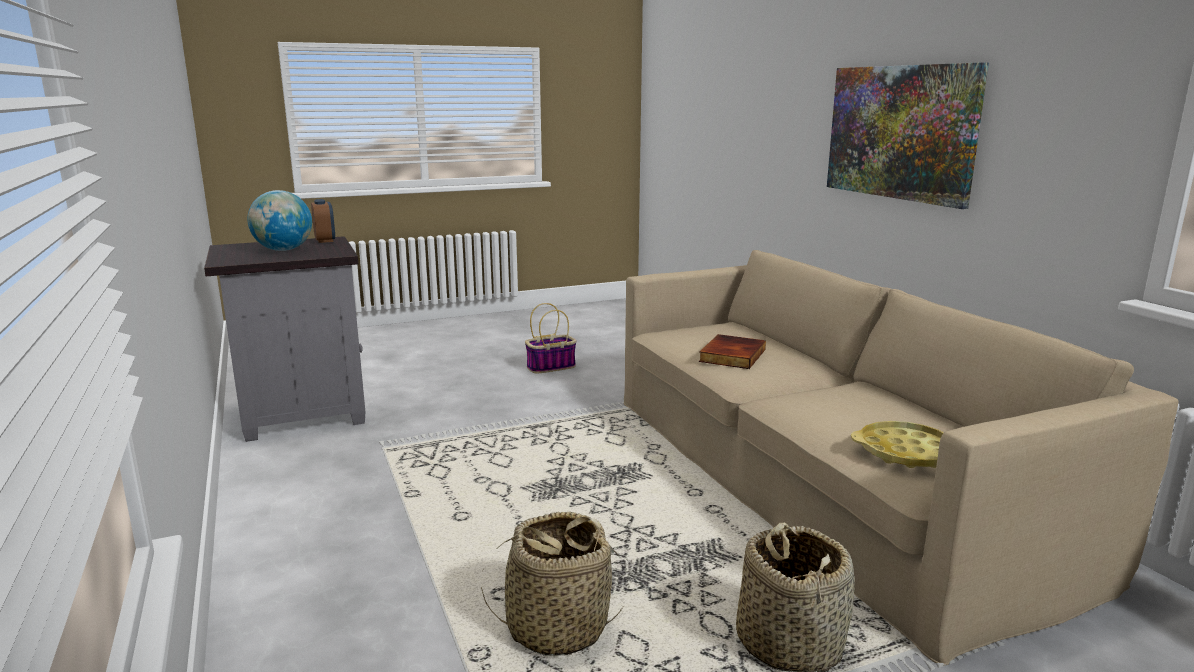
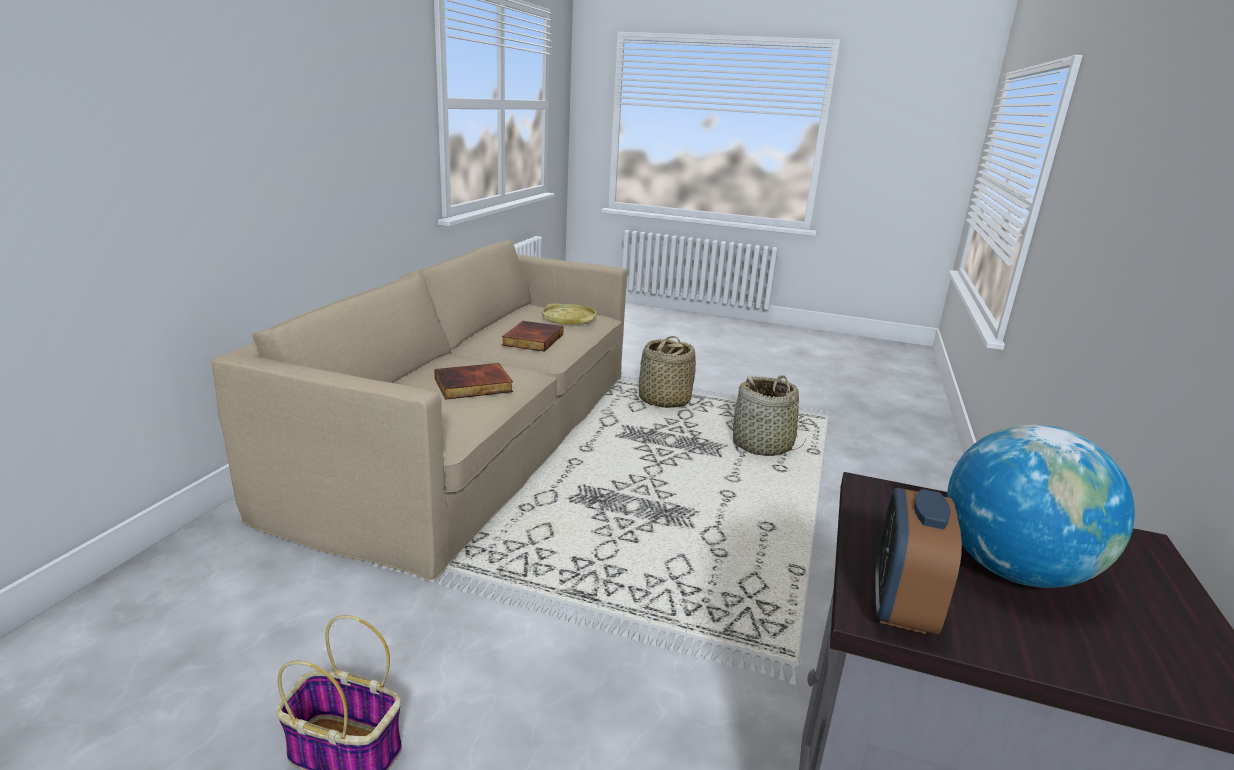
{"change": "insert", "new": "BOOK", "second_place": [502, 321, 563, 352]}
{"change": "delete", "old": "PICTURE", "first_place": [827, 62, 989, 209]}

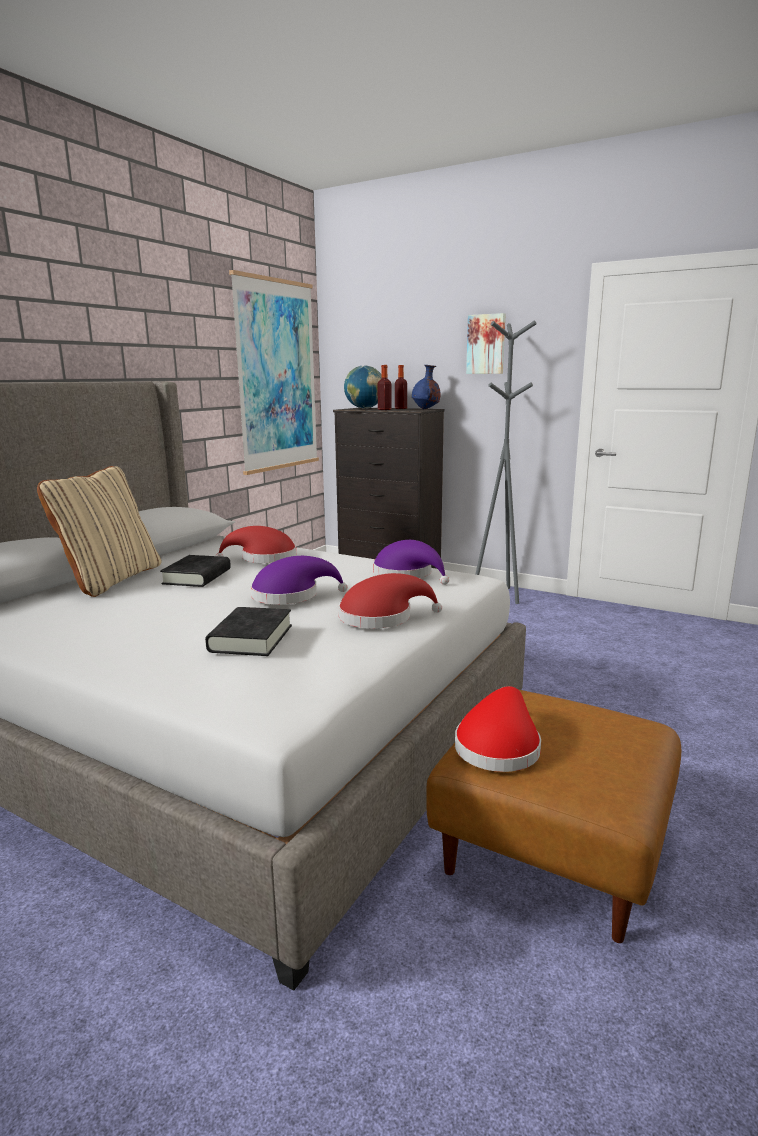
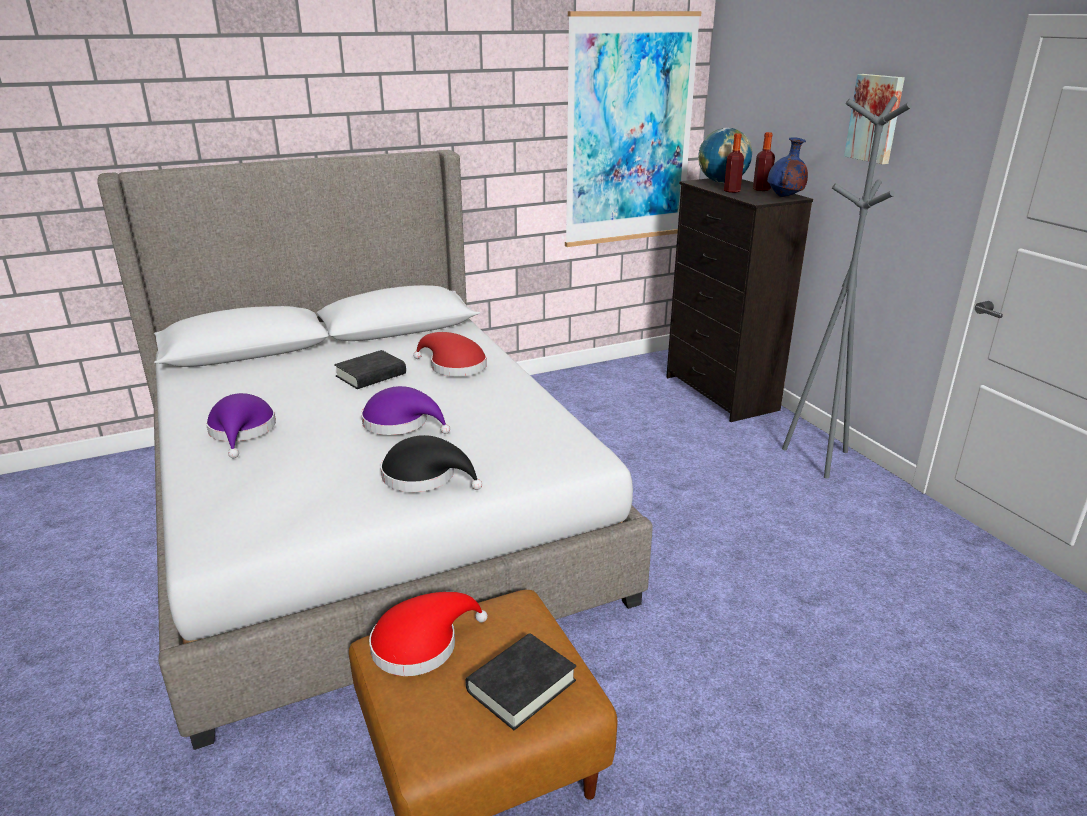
{"change": "move", "old": "PURPLE HAT", "first_place": [373, 540, 449, 585], "second_place": [206, 393, 276, 458]}
{"change": "recolor", "old": "RED HAT", "new": "BLACK HAT", "first_place": [338, 573, 442, 628], "second_place": [381, 435, 482, 492]}
{"change": "move", "old": "BLACK BOOK", "first_place": [205, 607, 292, 656], "second_place": [466, 633, 576, 730]}
{"change": "delete", "old": "BEIGE PILLOW", "first_place": [37, 466, 162, 597]}

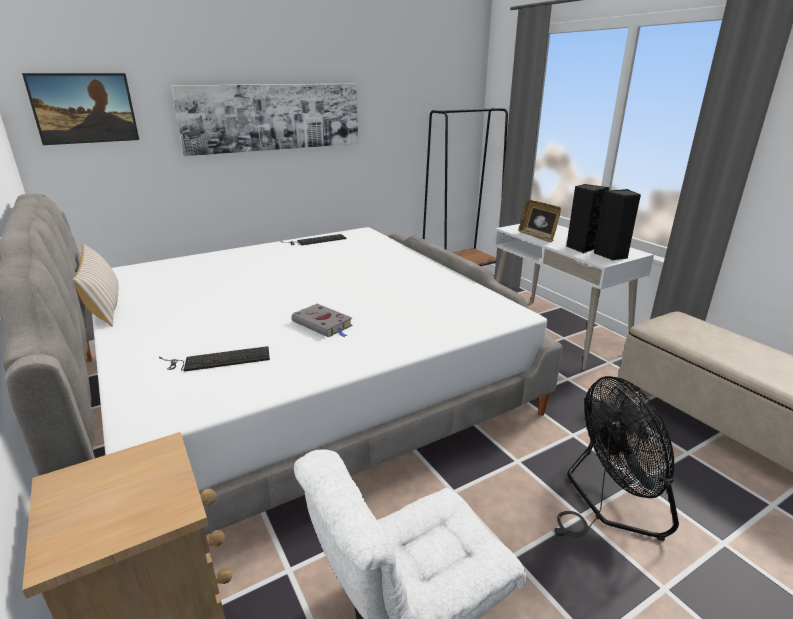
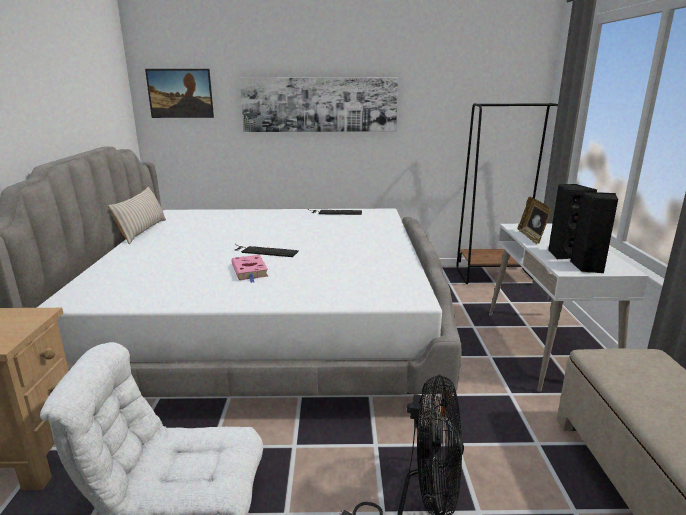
{"change": "recolor", "old": "GREY BOOK", "new": "PINK BOOK", "first_place": [291, 304, 353, 337], "second_place": [231, 255, 268, 283]}
{"change": "move", "old": "KEYBOARD", "first_place": [159, 346, 270, 372], "second_place": [235, 244, 299, 257]}

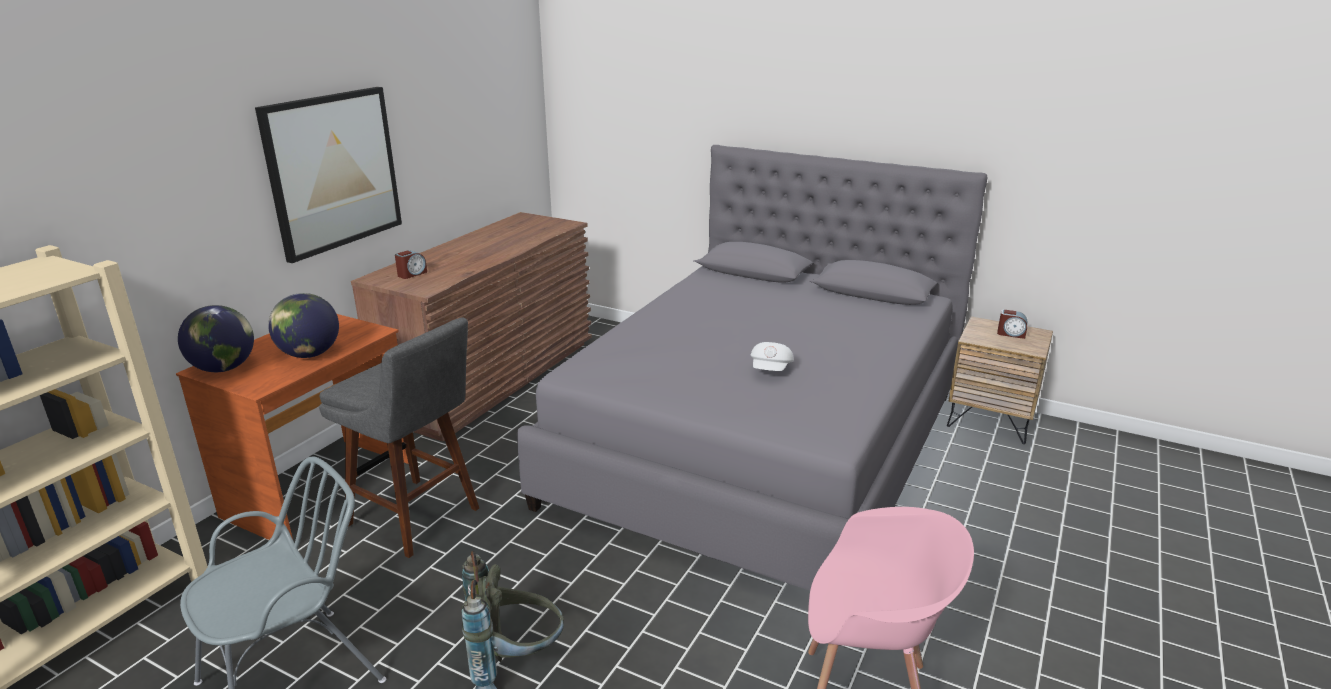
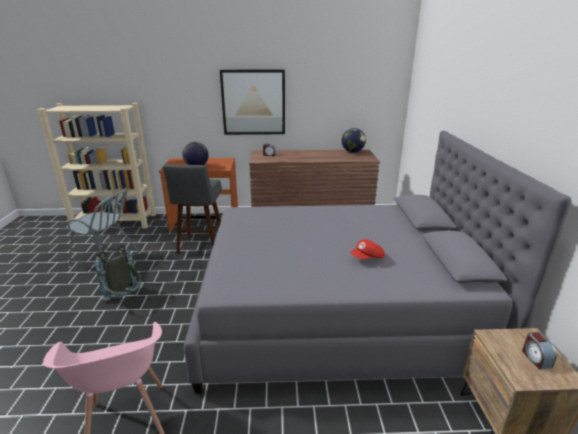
{"change": "move", "old": "GLOBE", "first_place": [178, 305, 254, 372], "second_place": [342, 128, 366, 153]}
{"change": "insert", "new": "RED CAP", "second_place": [350, 239, 385, 260]}
{"change": "delete", "old": "WHITE CAP", "first_place": [751, 342, 794, 371]}

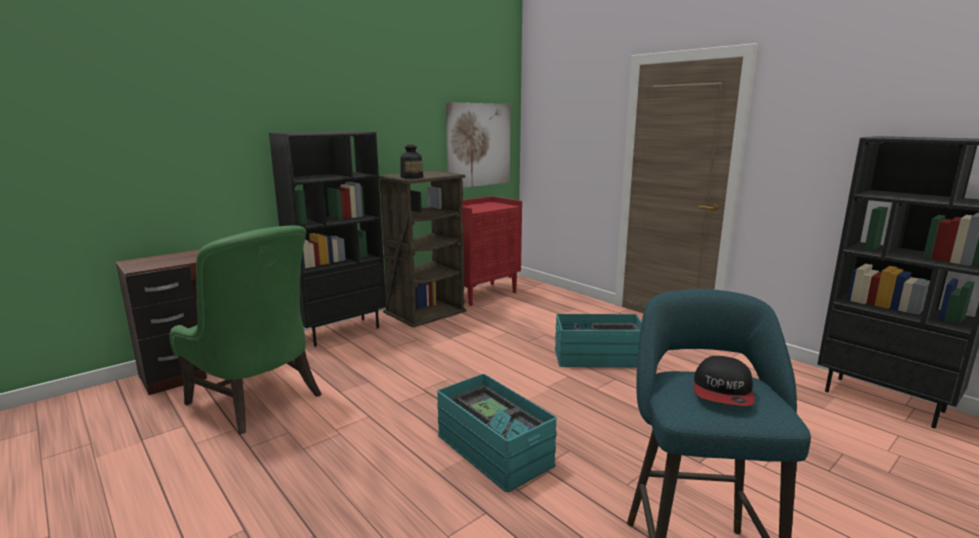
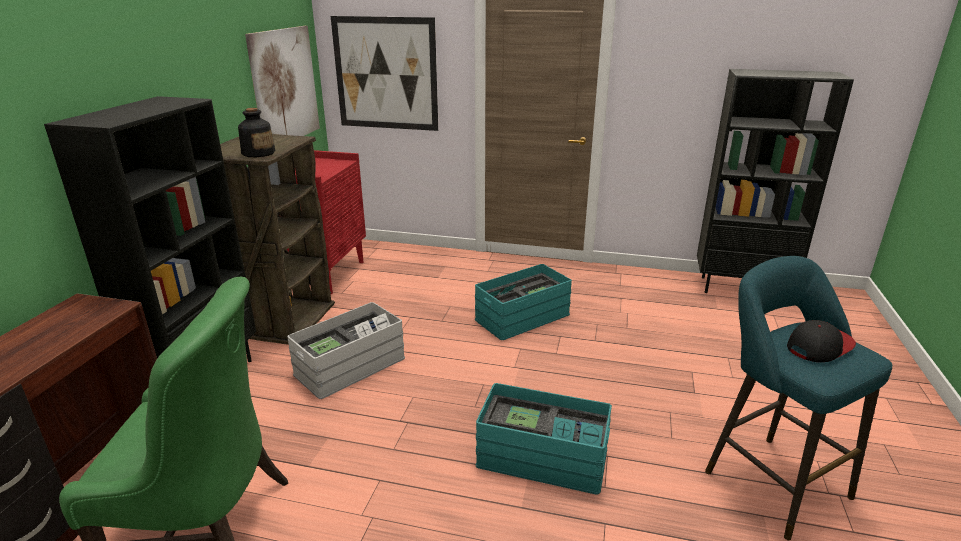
{"change": "insert", "new": "GREY STORAGE BOX", "second_place": [287, 302, 405, 399]}
{"change": "insert", "new": "PICTURE", "second_place": [331, 16, 438, 131]}
{"change": "rotate", "old": "CAP", "first_place": [694, 356, 755, 406], "second_place": [787, 320, 856, 362], "degrees": -105}

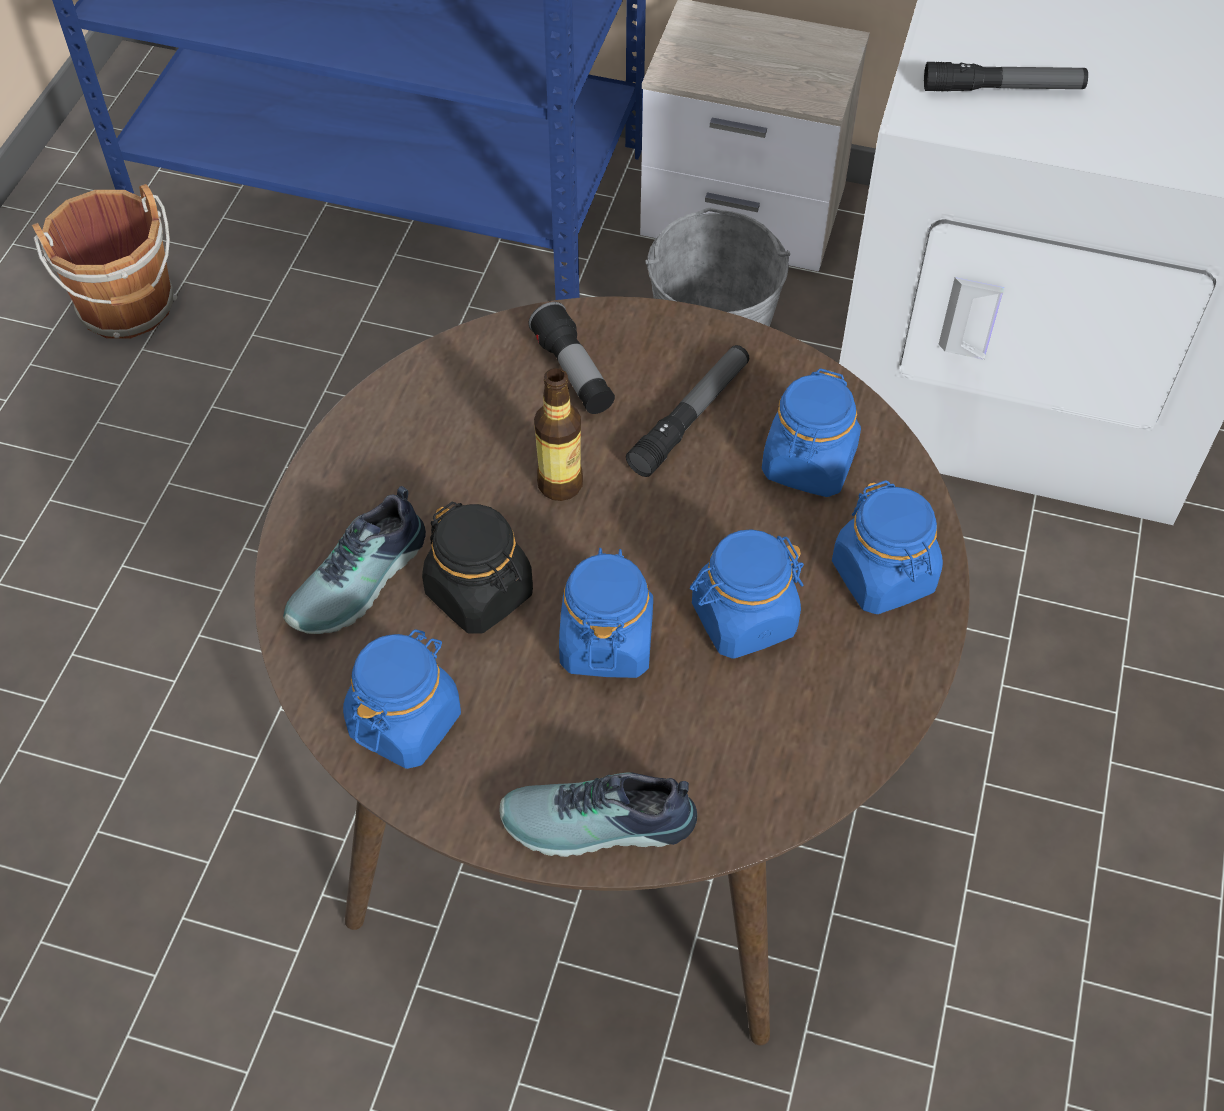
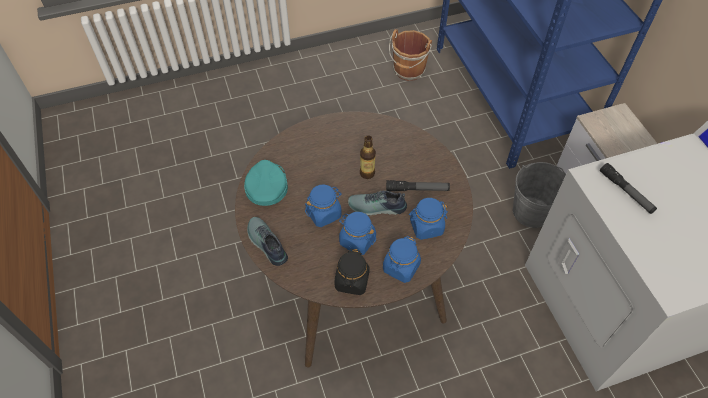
{"change": "replace", "old": "BLUE JAR", "new": "TURQUOISE CAP", "first_place": [343, 629, 461, 769], "second_place": [244, 160, 288, 206]}
{"change": "move", "old": "BLACK JAR", "first_place": [422, 502, 533, 634], "second_place": [334, 249, 370, 295]}
{"change": "move", "old": "SHOE", "first_place": [283, 486, 426, 634], "second_place": [348, 191, 407, 215]}
{"change": "delete", "old": "FLASHLIGHT", "first_place": [529, 302, 615, 414]}

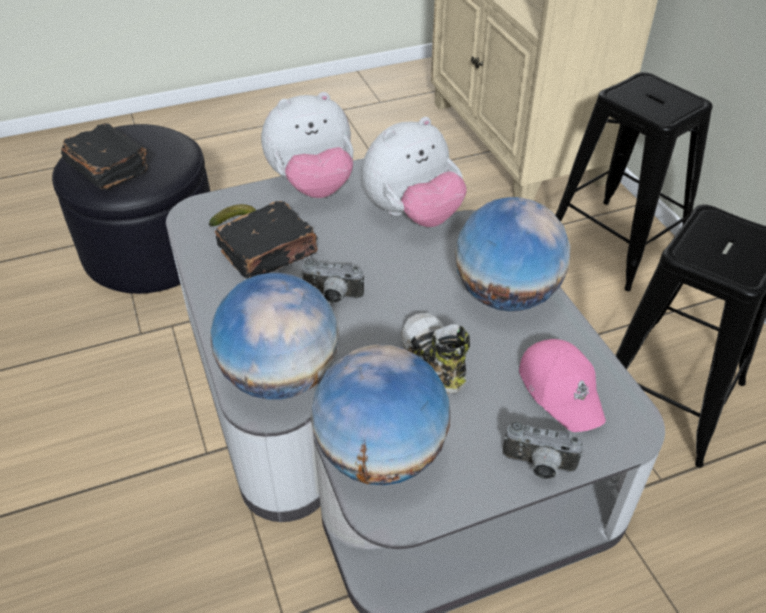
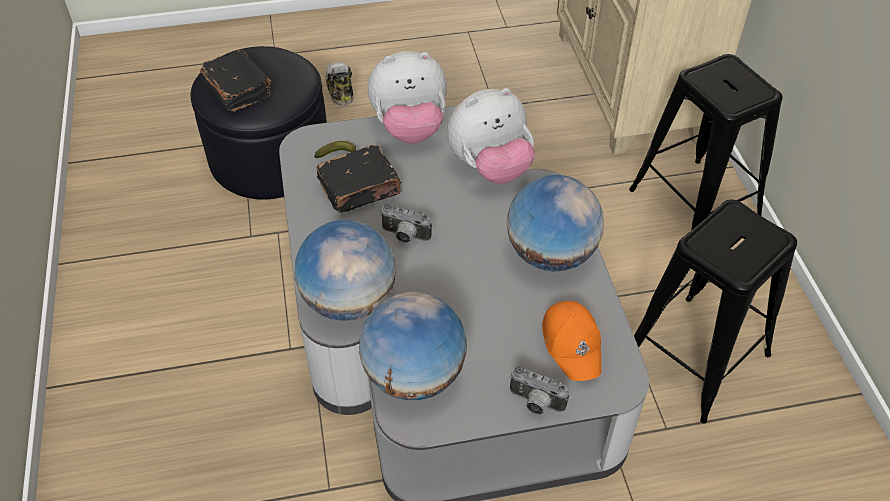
{"change": "move", "old": "SHOE", "first_place": [401, 313, 470, 394], "second_place": [325, 62, 354, 106]}
{"change": "recolor", "old": "PINK CAP", "new": "ORANGE CAP", "first_place": [519, 339, 606, 432], "second_place": [542, 301, 601, 381]}

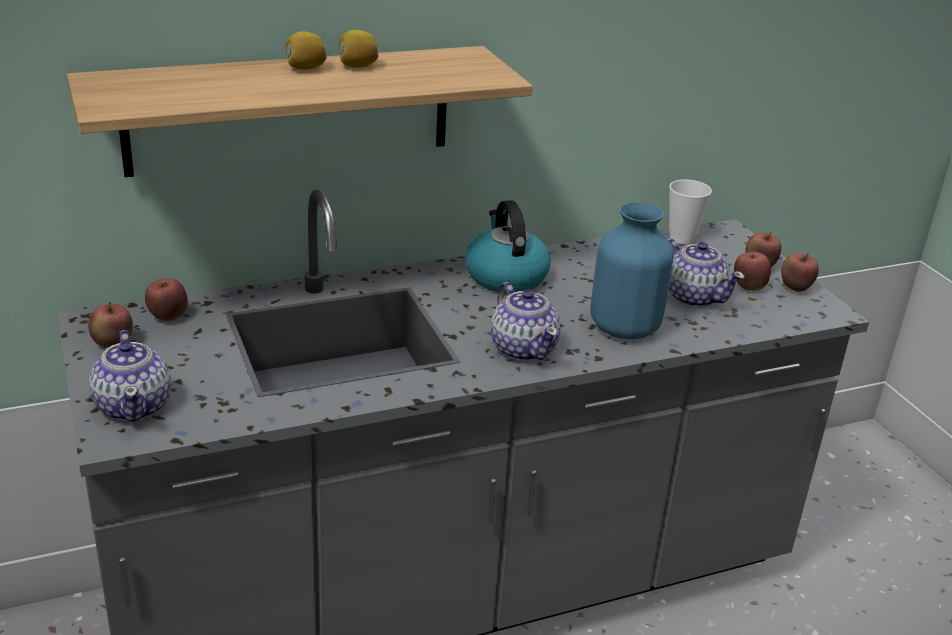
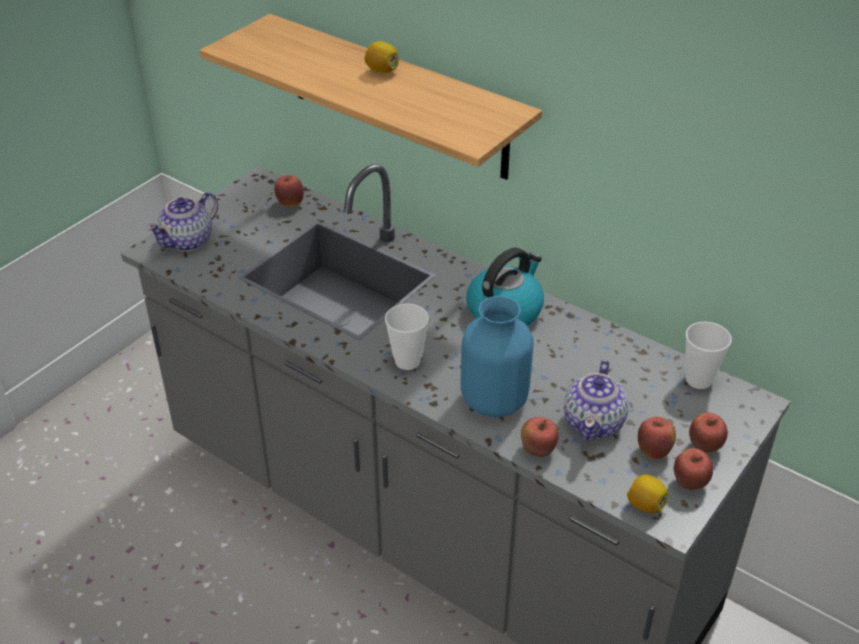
{"change": "replace", "old": "TEAPOT", "new": "CUP", "first_place": [491, 282, 560, 362], "second_place": [385, 304, 429, 370]}
{"change": "move", "old": "APPLE", "first_place": [88, 302, 133, 347], "second_place": [521, 417, 559, 457]}
{"change": "move", "old": "LEMON", "first_place": [339, 30, 379, 68], "second_place": [627, 474, 668, 513]}

